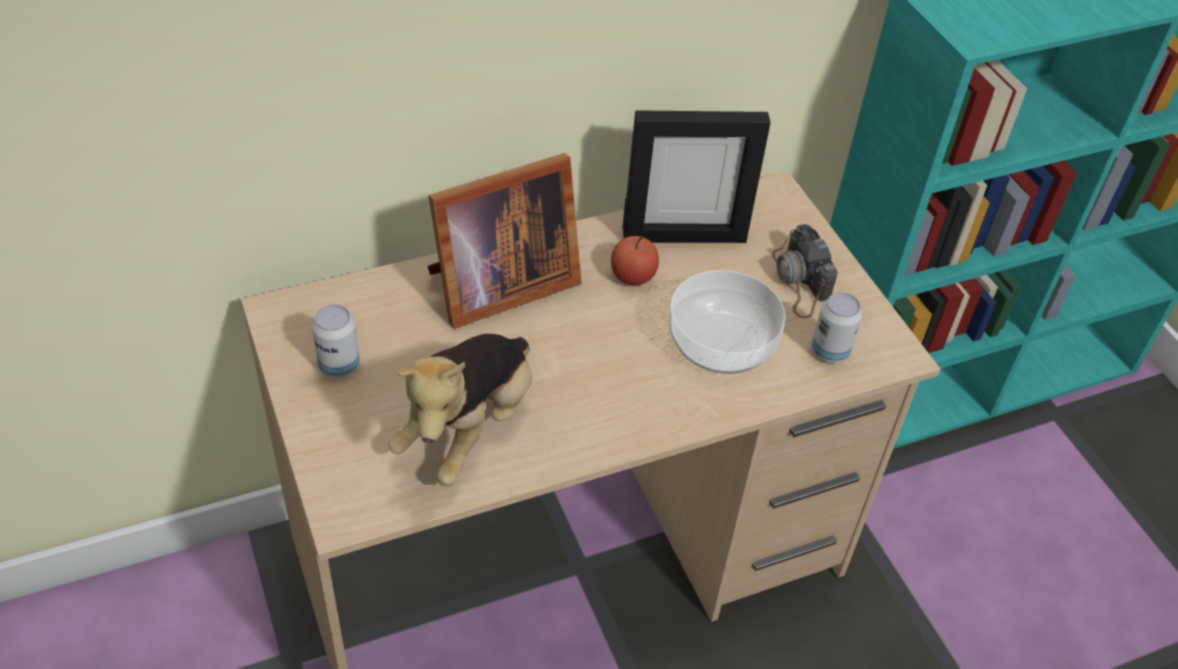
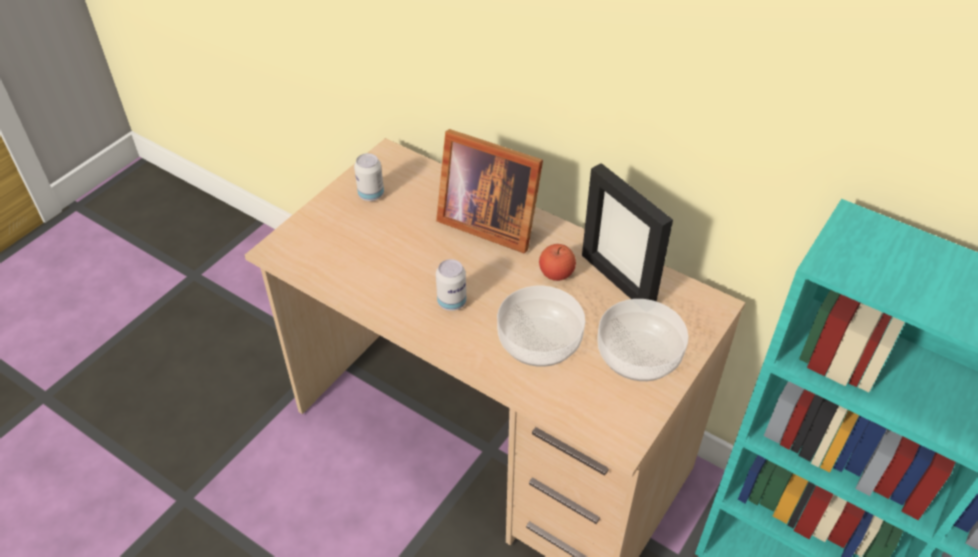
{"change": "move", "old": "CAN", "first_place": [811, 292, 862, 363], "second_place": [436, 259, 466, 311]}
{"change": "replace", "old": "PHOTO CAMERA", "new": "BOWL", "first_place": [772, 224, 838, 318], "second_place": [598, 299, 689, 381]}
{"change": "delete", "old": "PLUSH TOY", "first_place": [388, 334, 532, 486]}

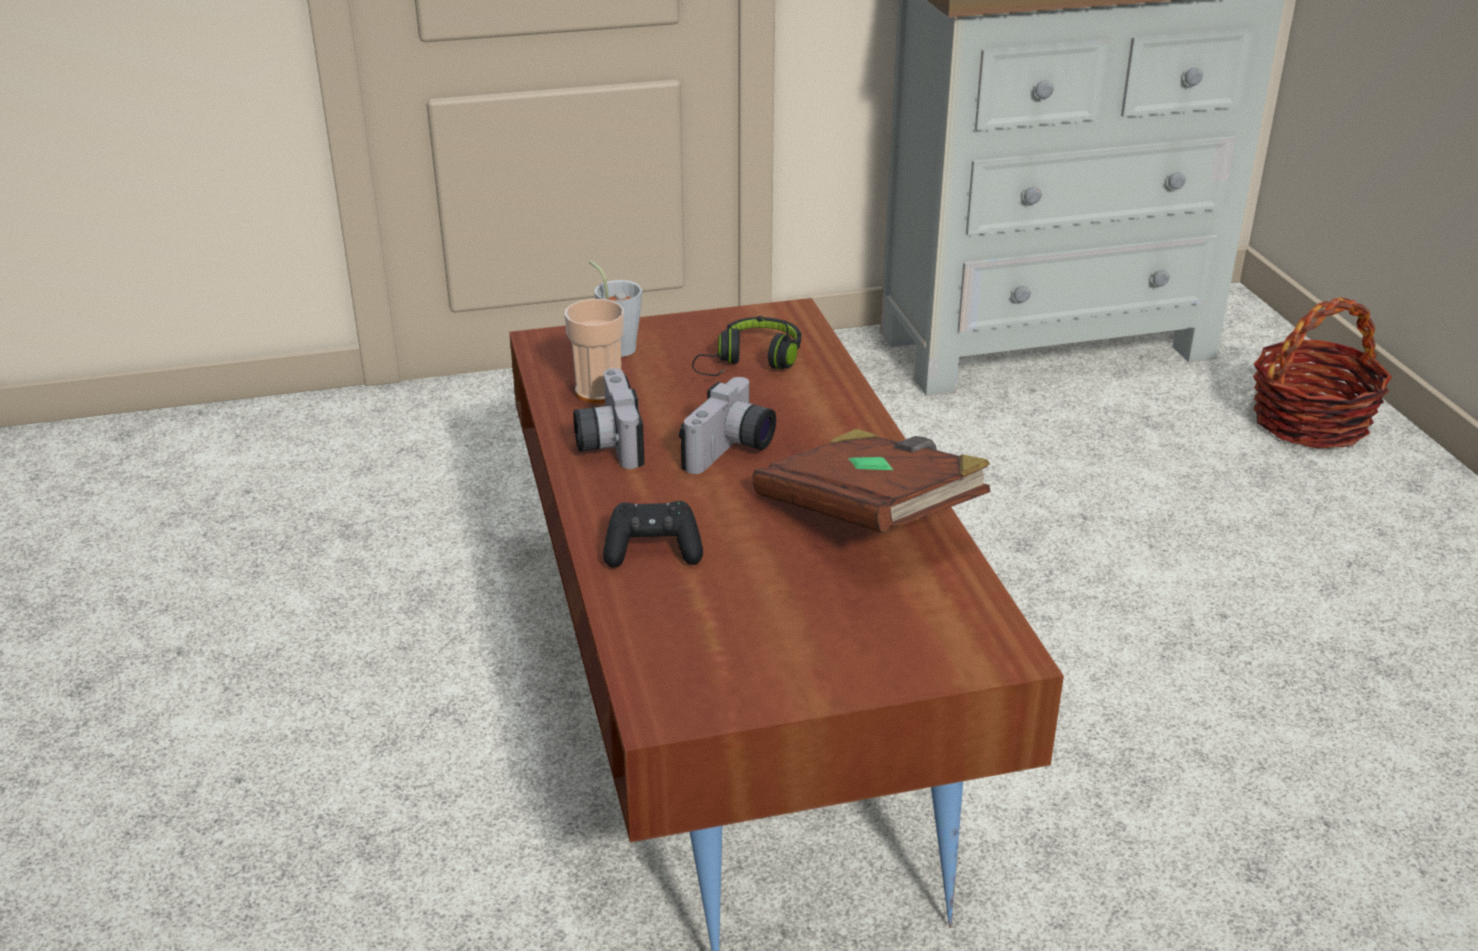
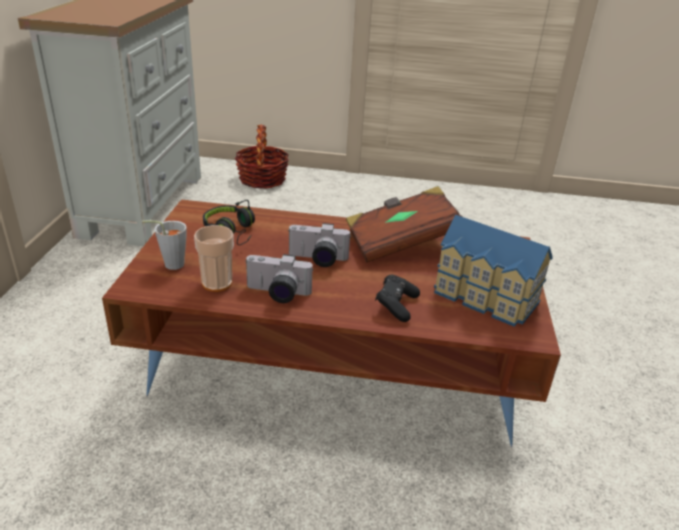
{"change": "rotate", "old": "PHOTO CAMERA", "first_place": [679, 377, 776, 474], "second_place": [288, 223, 351, 267], "degrees": 135}
{"change": "insert", "new": "TOY HOUSE", "second_place": [434, 214, 553, 327]}

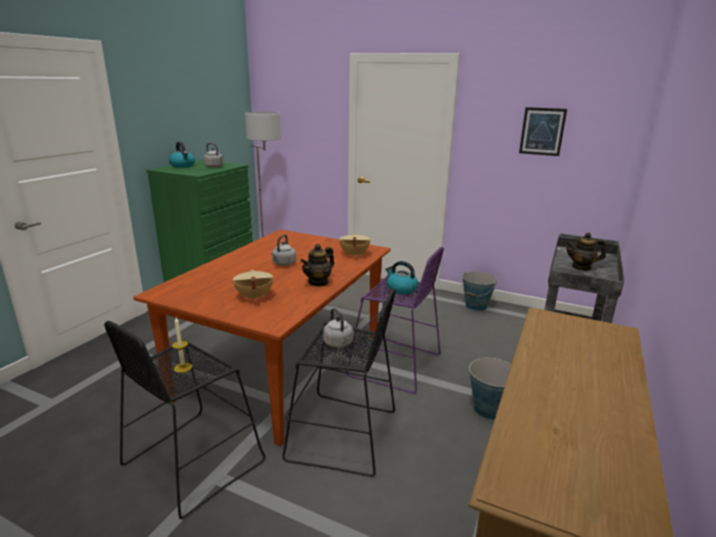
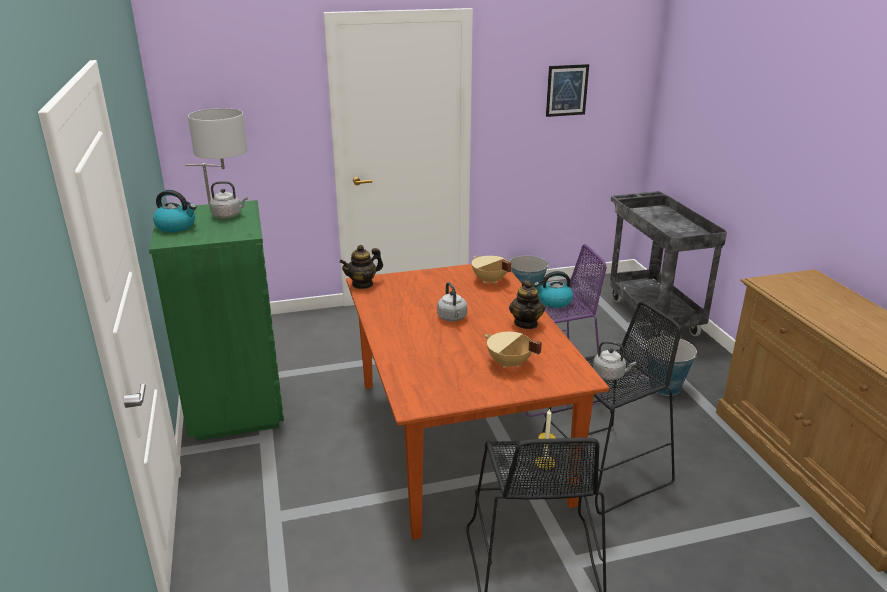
{"change": "move", "old": "TEAPOT", "first_place": [565, 233, 606, 271], "second_place": [340, 245, 383, 289]}

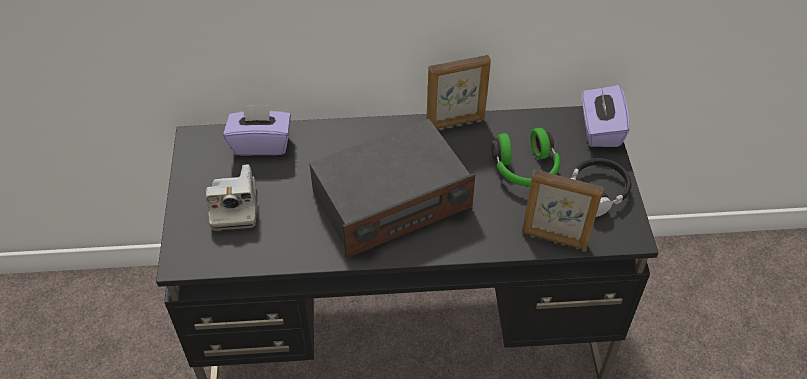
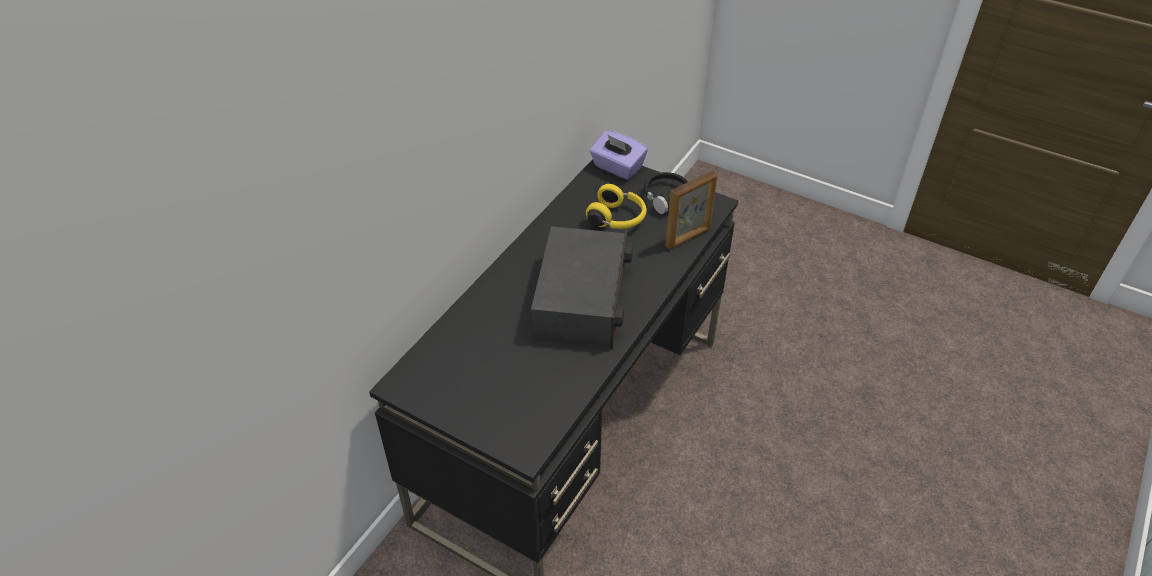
{"change": "recolor", "old": "GREEN HEADPHONES", "new": "YELLOW HEADPHONES", "first_place": [491, 128, 560, 187], "second_place": [586, 184, 647, 229]}
{"change": "delete", "old": "PHOTO CAMERA", "first_place": [206, 164, 257, 231]}
{"change": "delete", "old": "PURPLE TISSUE BOX", "first_place": [223, 104, 291, 156]}
{"change": "delete", "old": "PICTURE FRAME", "first_place": [426, 55, 491, 129]}

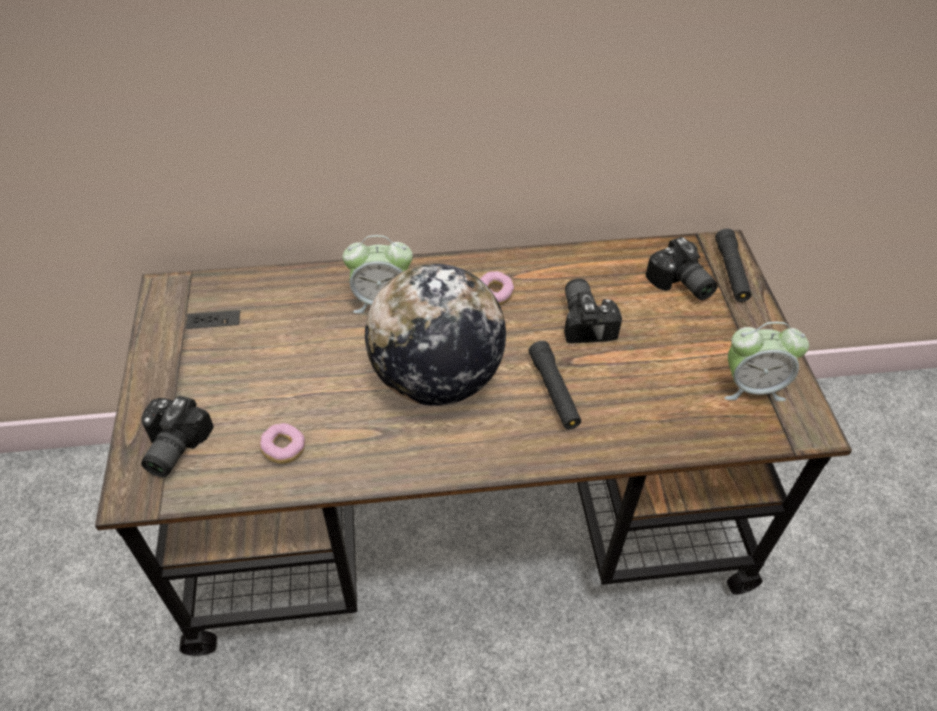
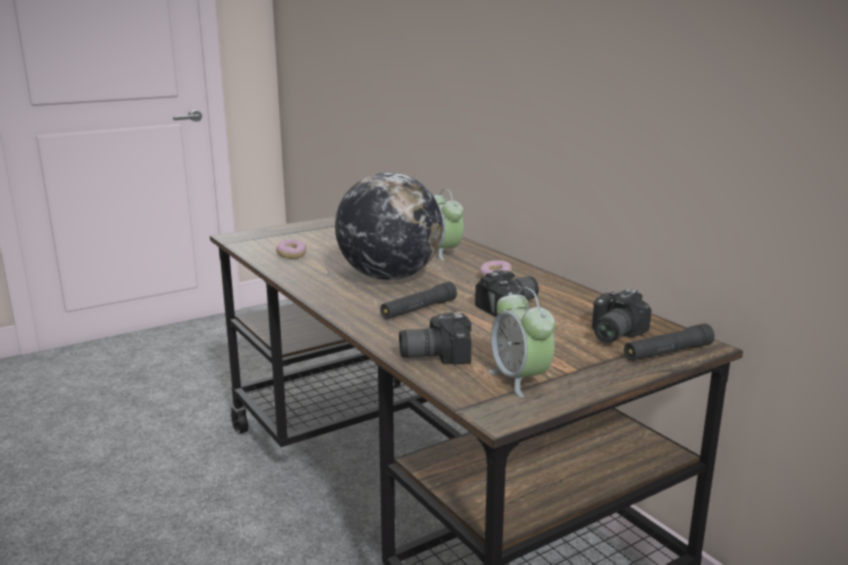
{"change": "move", "old": "PHOTO CAMERA", "first_place": [141, 396, 214, 477], "second_place": [399, 313, 472, 365]}

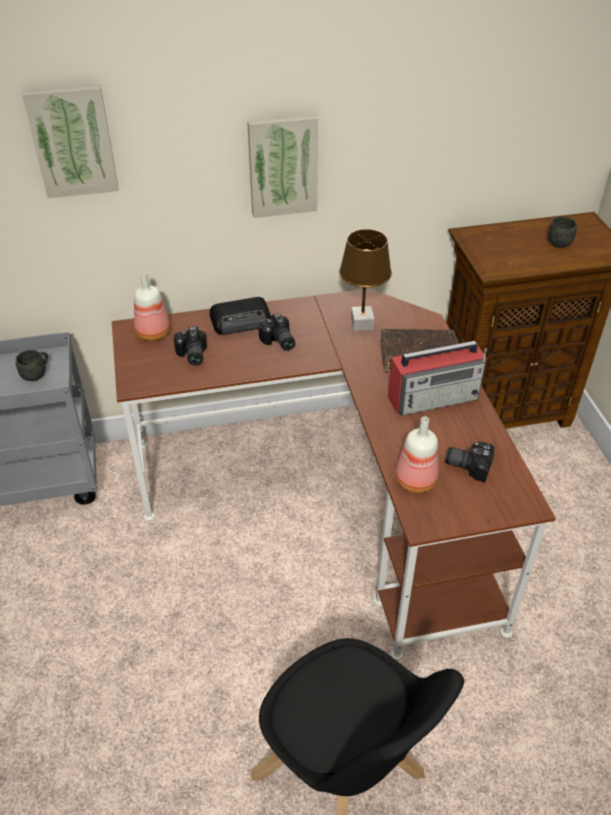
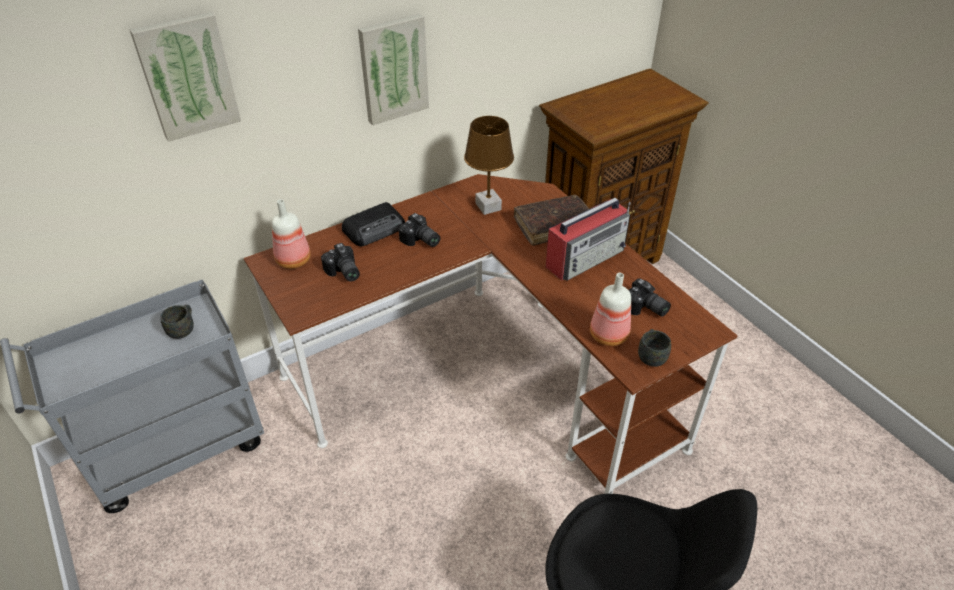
{"change": "rotate", "old": "PHOTO CAMERA", "first_place": [445, 442, 494, 482], "second_place": [629, 278, 671, 317], "degrees": -135}
{"change": "move", "old": "GREY MUG", "first_place": [548, 217, 577, 248], "second_place": [638, 329, 671, 367]}

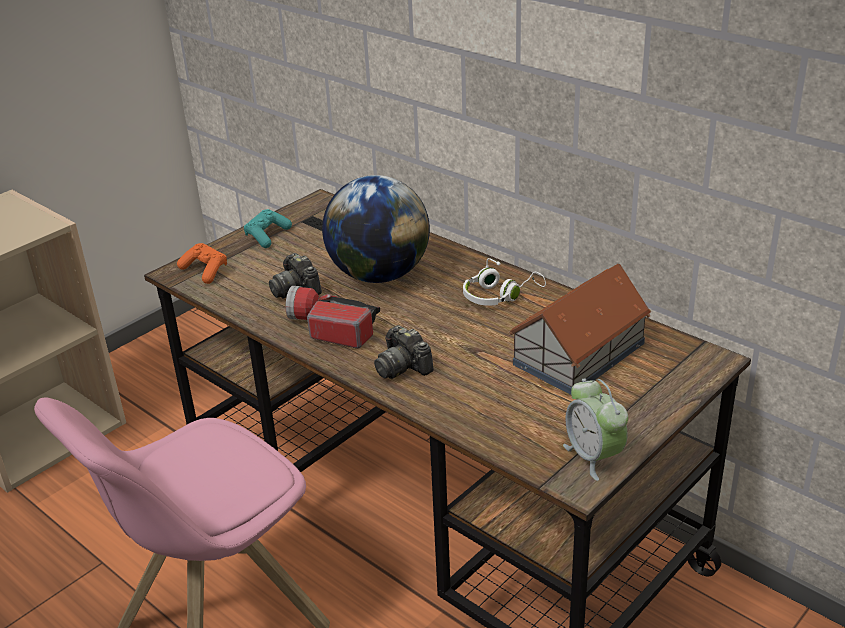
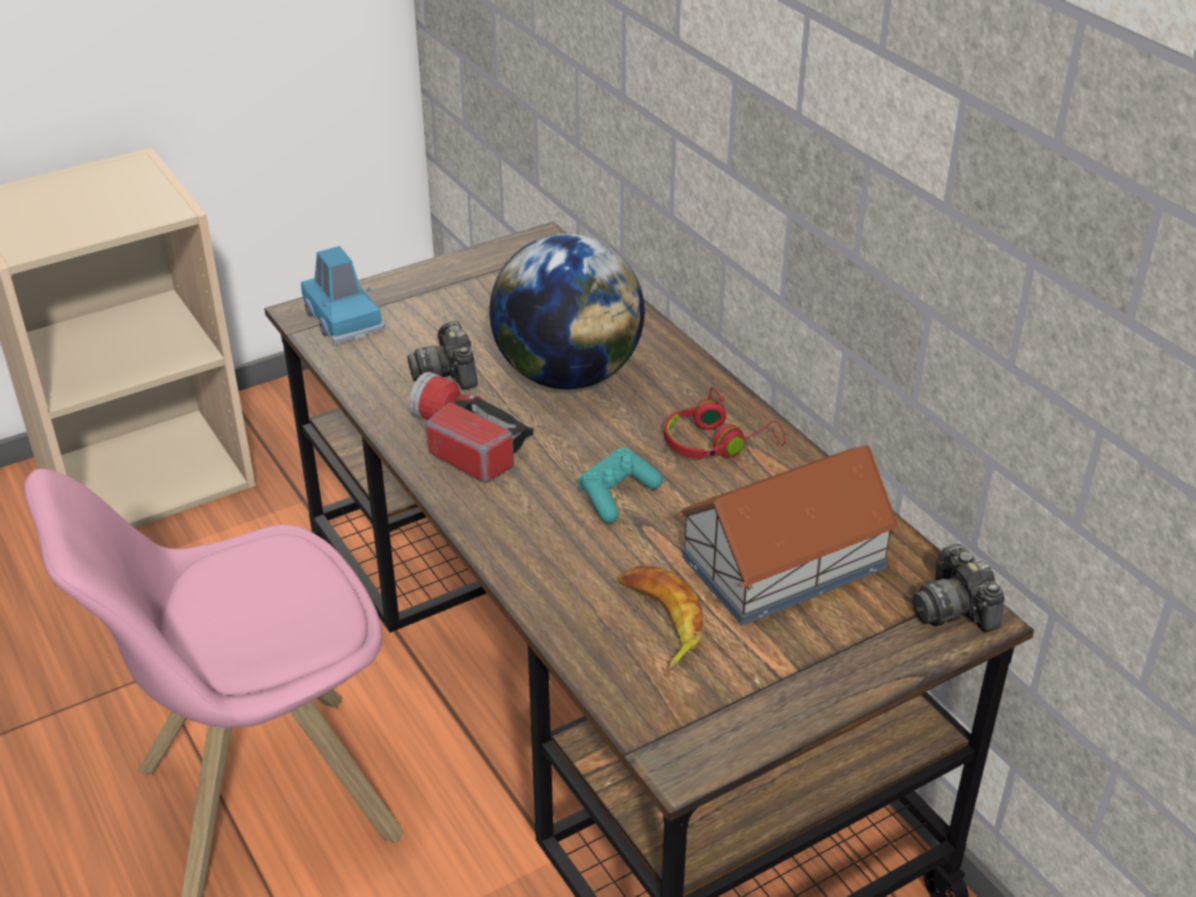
{"change": "replace", "old": "ORANGE GAME CONTROLLER", "new": "BLUE TOY CAR", "first_place": [177, 243, 227, 284], "second_place": [301, 246, 385, 345]}
{"change": "move", "old": "TURQUOISE GAME CONTROLLER", "first_place": [244, 209, 292, 248], "second_place": [578, 448, 663, 523]}
{"change": "insert", "new": "BANANA", "second_place": [618, 566, 703, 671]}
{"change": "recolor", "old": "WHITE HEADPHONES", "new": "RED HEADPHONES", "first_place": [463, 258, 546, 306], "second_place": [664, 387, 785, 459]}
{"change": "move", "old": "PHOTO CAMERA", "first_place": [374, 325, 434, 379], "second_place": [912, 544, 1004, 632]}
{"change": "delete", "old": "ALARM CLOCK", "first_place": [563, 378, 628, 481]}

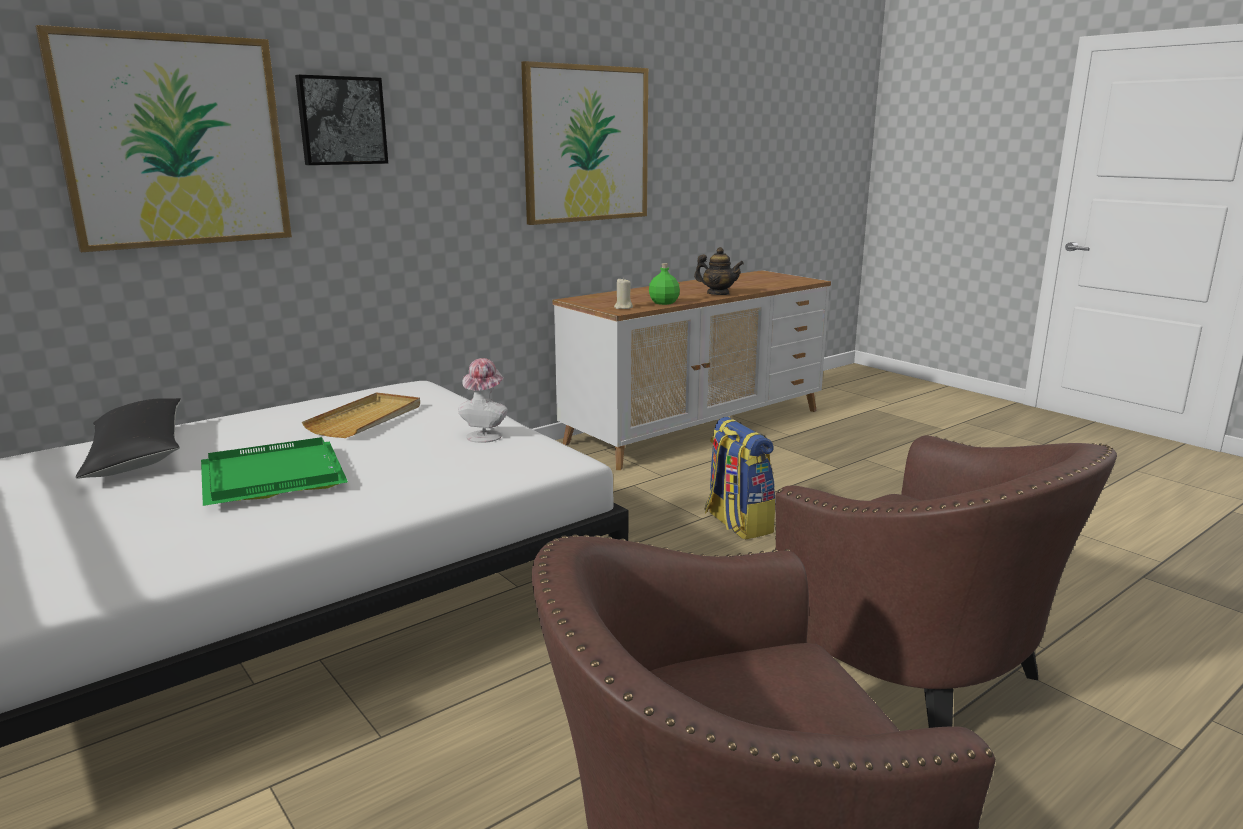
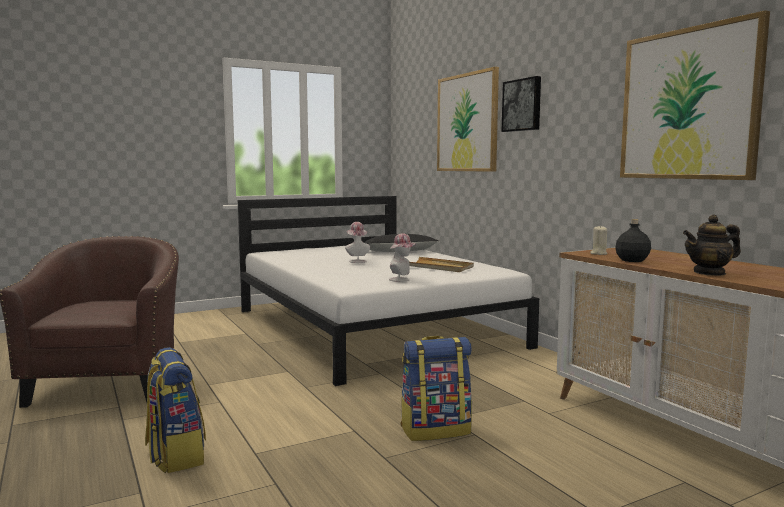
{"change": "replace", "old": "BROWN ARMCHAIR", "new": "BACKPACK", "first_place": [775, 435, 1117, 728], "second_place": [145, 347, 206, 473]}
{"change": "replace", "old": "GREEN TRAY", "new": "HAT", "first_place": [201, 437, 348, 506], "second_place": [345, 222, 370, 263]}
{"change": "recolor", "old": "GREEN BOTTLE", "new": "BLACK BOTTLE", "first_place": [649, 263, 680, 305], "second_place": [615, 219, 651, 262]}
{"change": "rotate", "old": "TEAPOT", "first_place": [694, 247, 744, 295], "second_place": [683, 215, 741, 276], "degrees": 45}

